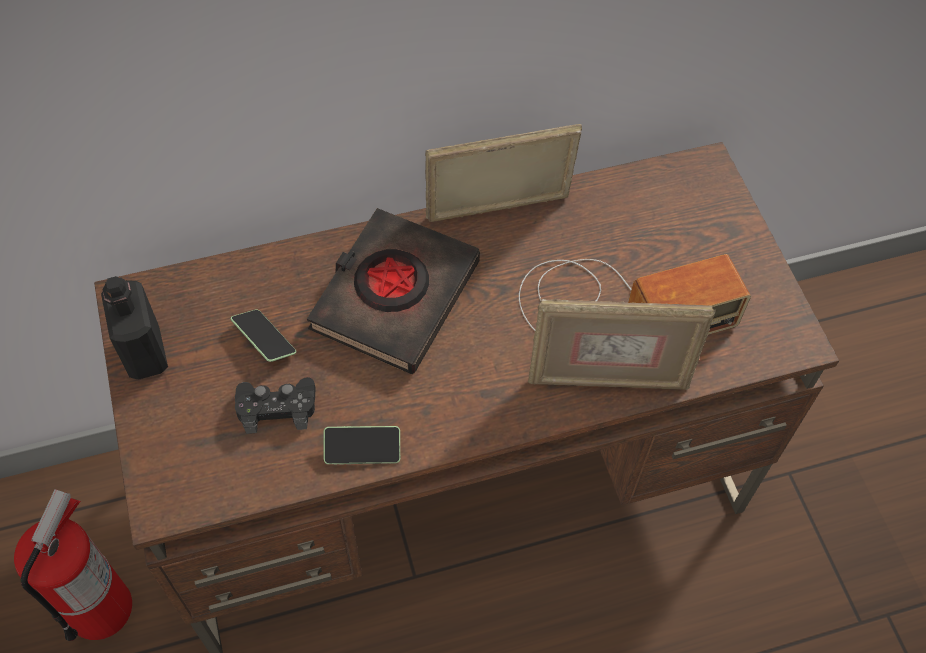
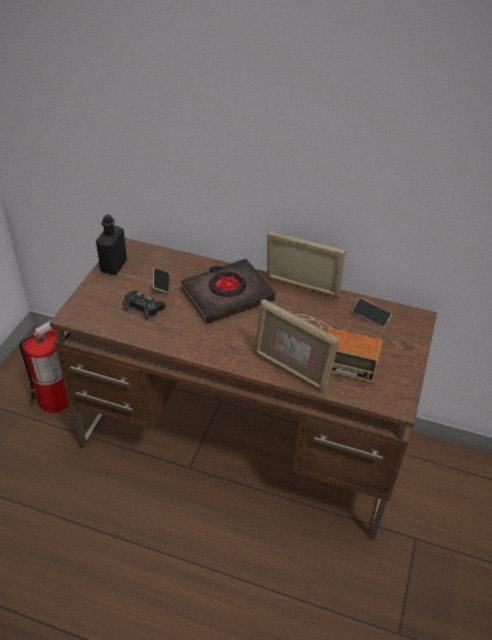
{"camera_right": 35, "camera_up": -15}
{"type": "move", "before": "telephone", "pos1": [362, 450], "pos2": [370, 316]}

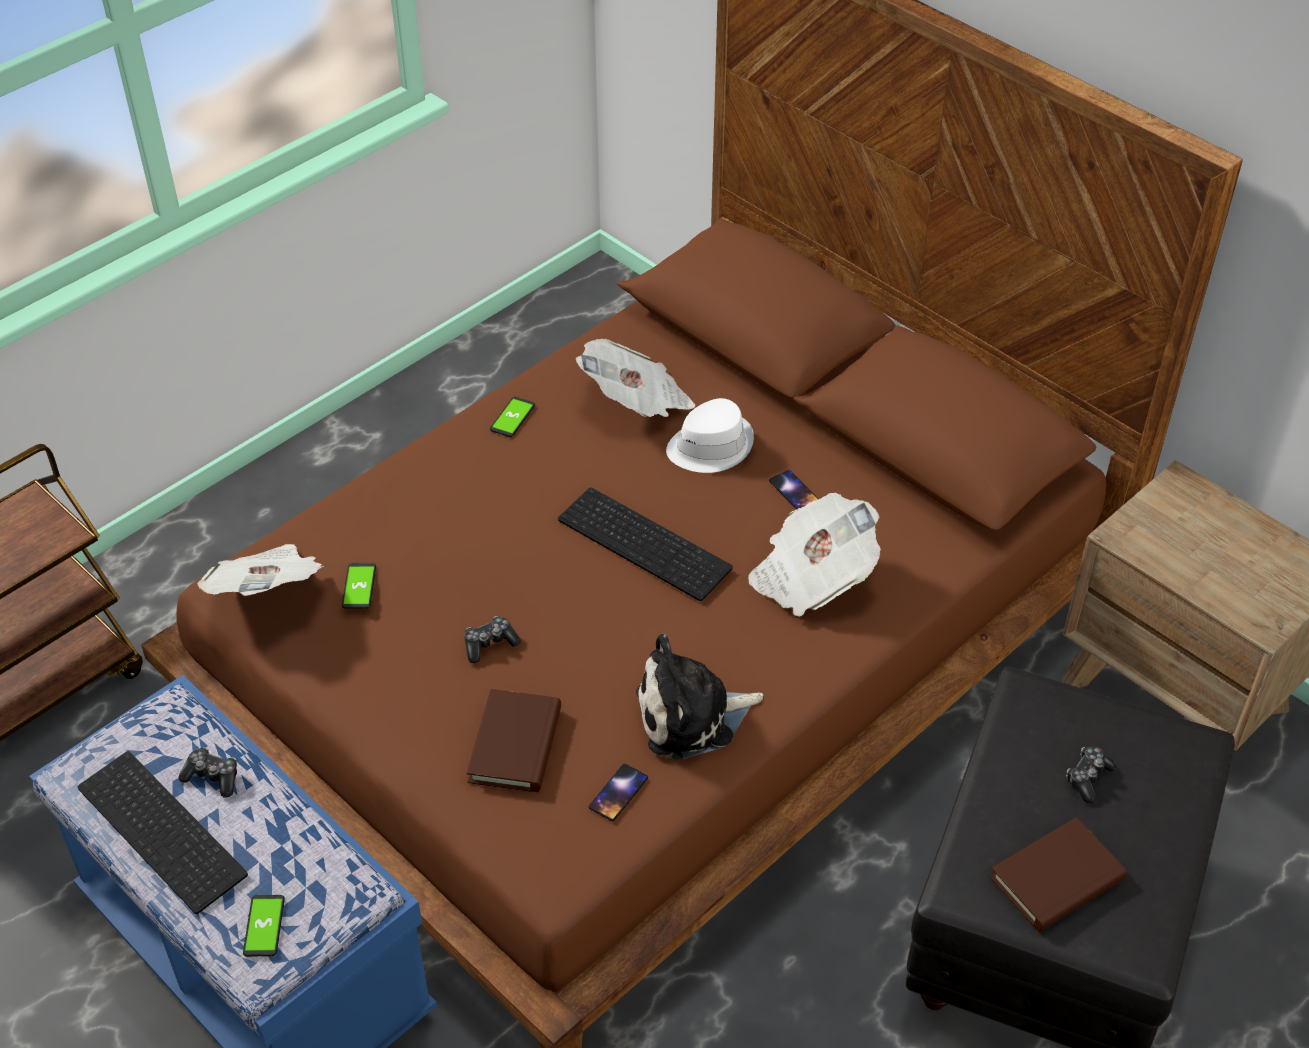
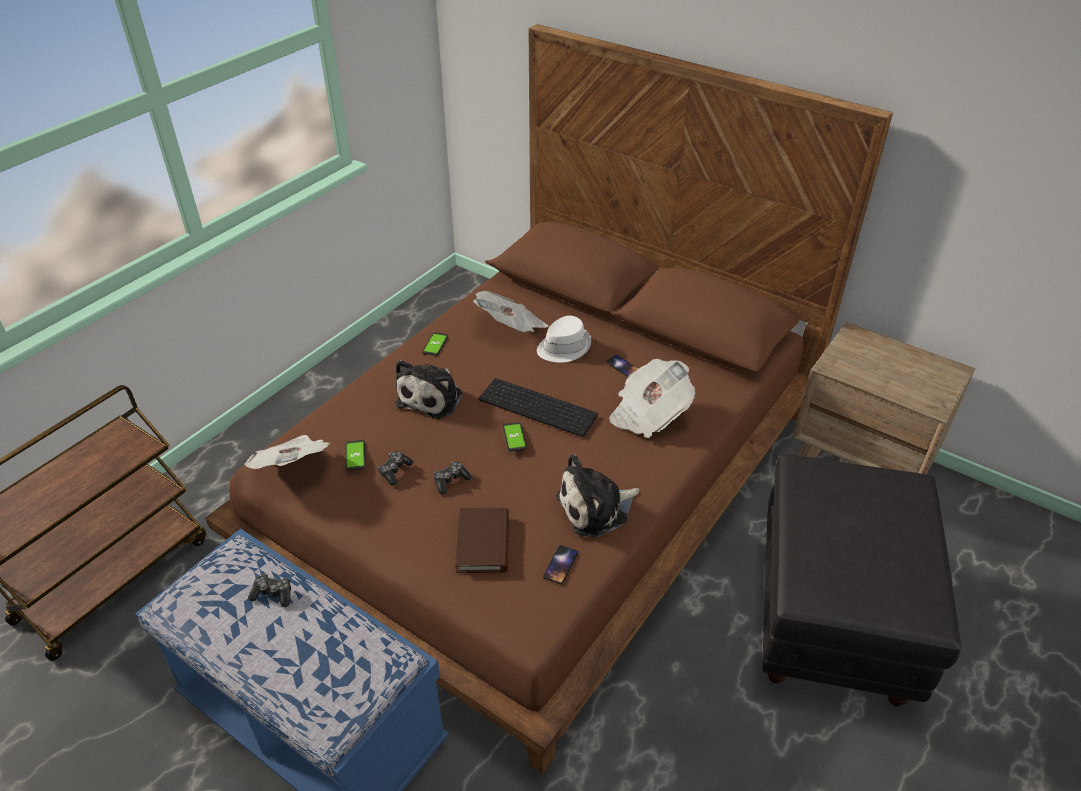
{"camera_right": -10, "camera_up": -5}
{"type": "move", "before": "joypad", "pos1": [1088, 778], "pos2": [395, 471]}
{"type": "delete", "before": "computer keyboard", "pos1": [166, 830]}
{"type": "delete", "before": "brown-coloured bound book", "pos1": [1057, 879]}
{"type": "move", "before": "telephone", "pos1": [264, 926], "pos2": [514, 437]}
{"type": "insert", "after": "soft toy", "pos2": [432, 397]}

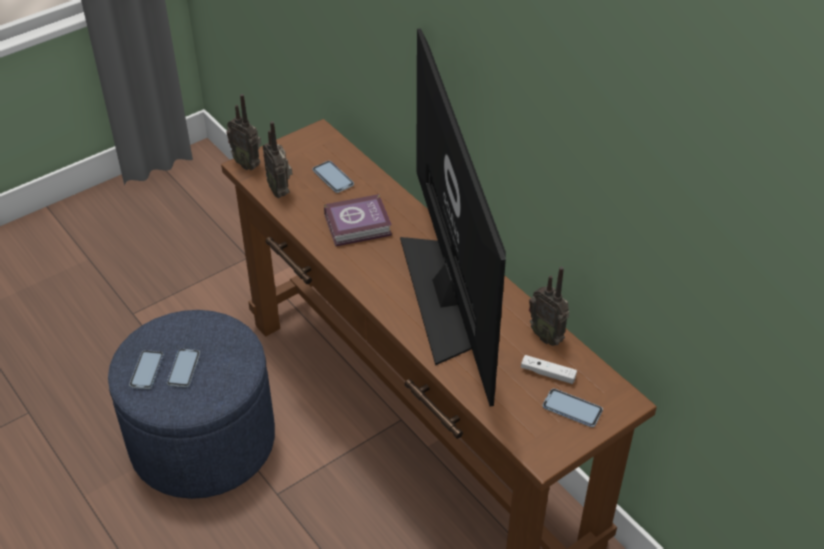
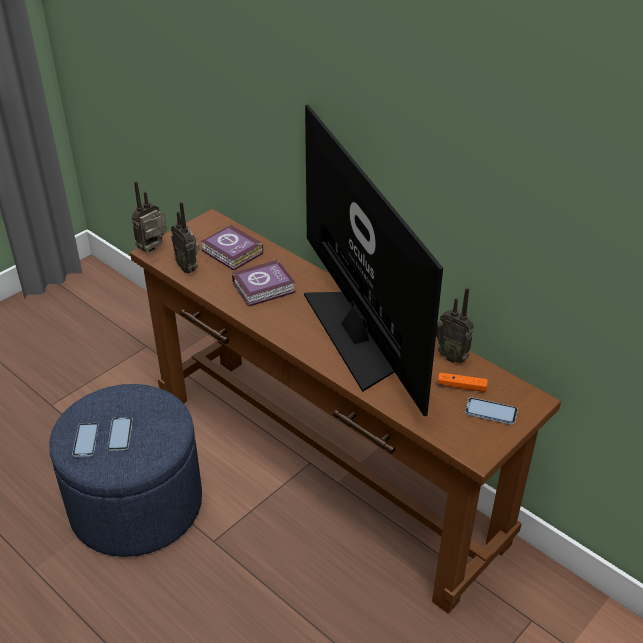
{"camera_right": -10, "camera_up": -5}
{"type": "rotate", "before": "radio", "pos1": [248, 164], "pos2": [154, 249], "turn": 105}
{"type": "replace", "before": "telephone", "after": "bound book", "pos1": [333, 178], "pos2": [232, 253]}
{"type": "recolor", "before": "white-coloured joypad", "after": "orangey joypad", "pos1": [548, 374], "pos2": [461, 386]}

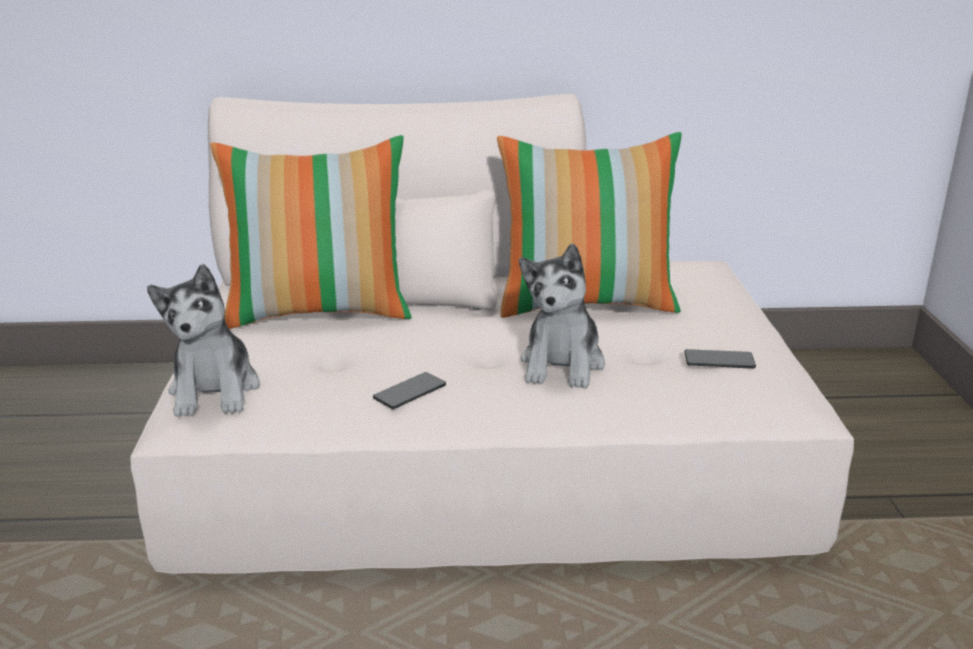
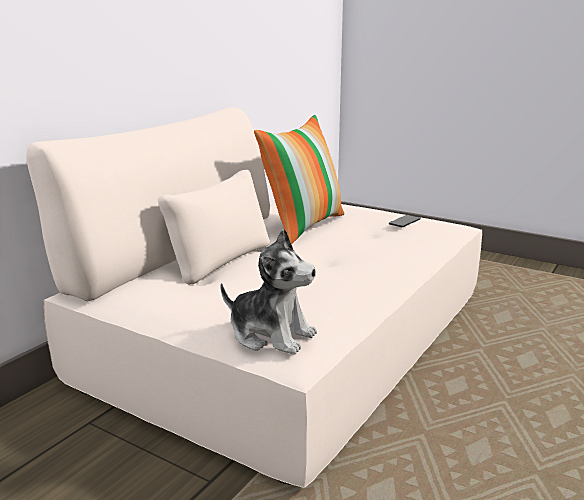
{"camera_right": -55, "camera_up": -5}
{"type": "delete", "before": "pillow", "pos1": [320, 312]}
{"type": "delete", "before": "soft toy", "pos1": [562, 364]}
{"type": "delete", "before": "telephone", "pos1": [410, 392]}

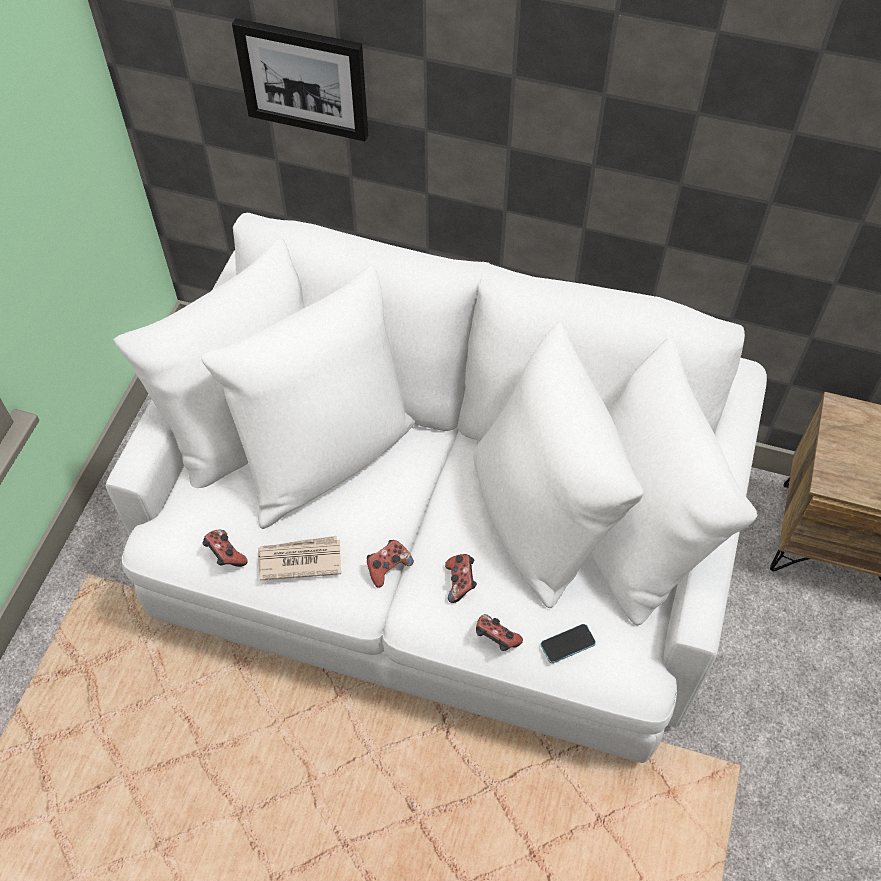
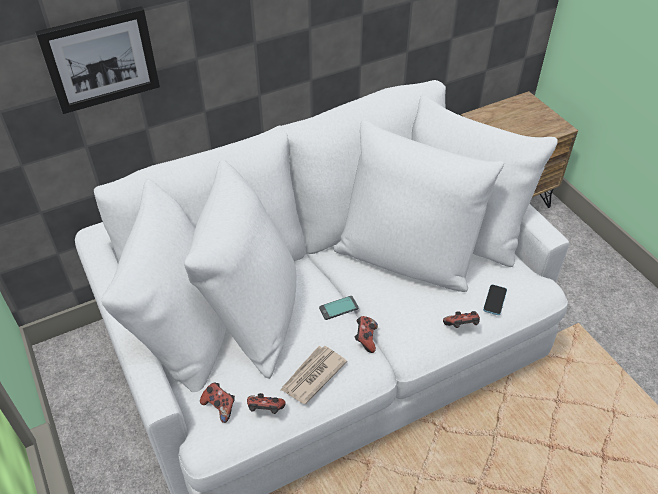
{"camera_right": -45, "camera_up": -10}
{"type": "move", "before": "joypad", "pos1": [460, 582], "pos2": [220, 406]}
{"type": "insert", "after": "telephone", "pos2": [339, 308]}

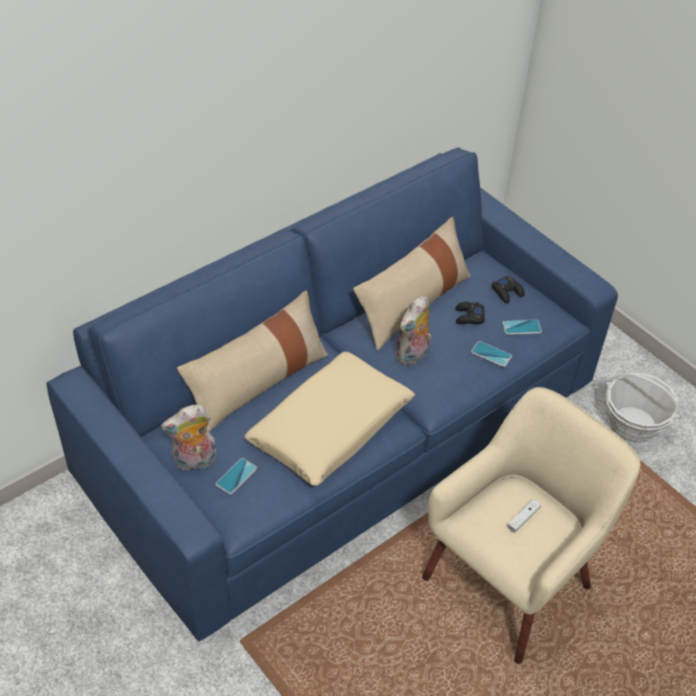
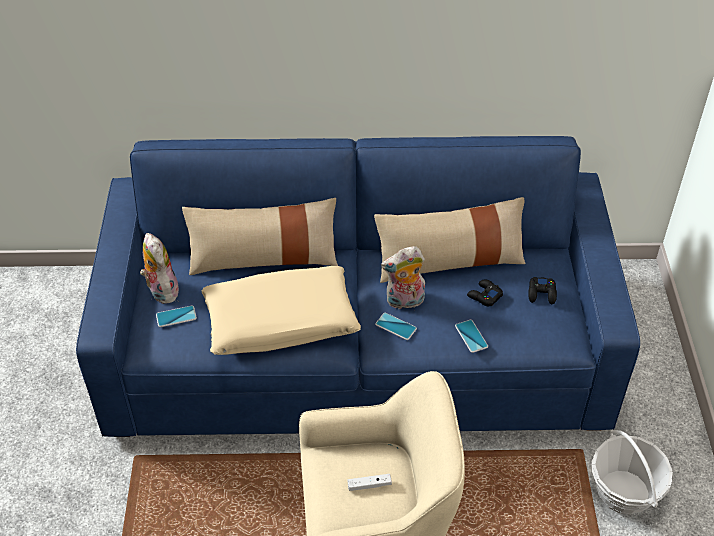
{"camera_right": 40, "camera_up": 0}
{"type": "move", "before": "telephone", "pos1": [521, 327], "pos2": [396, 326]}
{"type": "rotate", "before": "soft toy", "pos1": [194, 462], "pos2": [161, 290], "turn": 45}

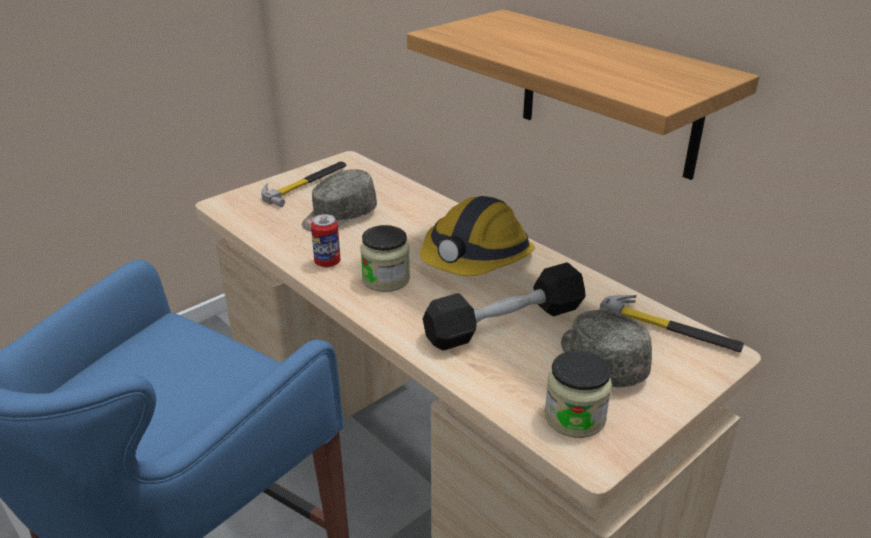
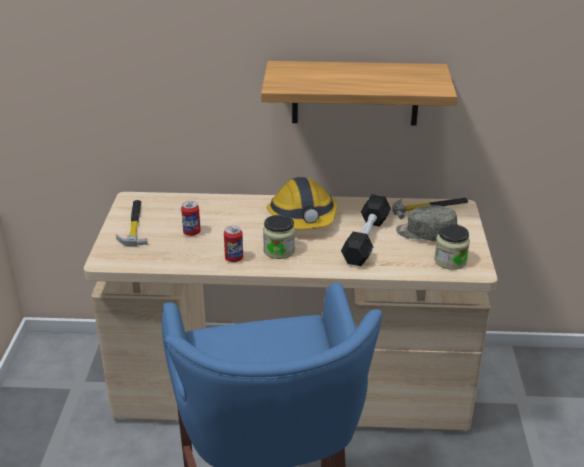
{"camera_right": -45, "camera_up": 0}
{"type": "replace", "before": "greyish cap", "after": "metal can", "pos1": [339, 216], "pos2": [192, 232]}

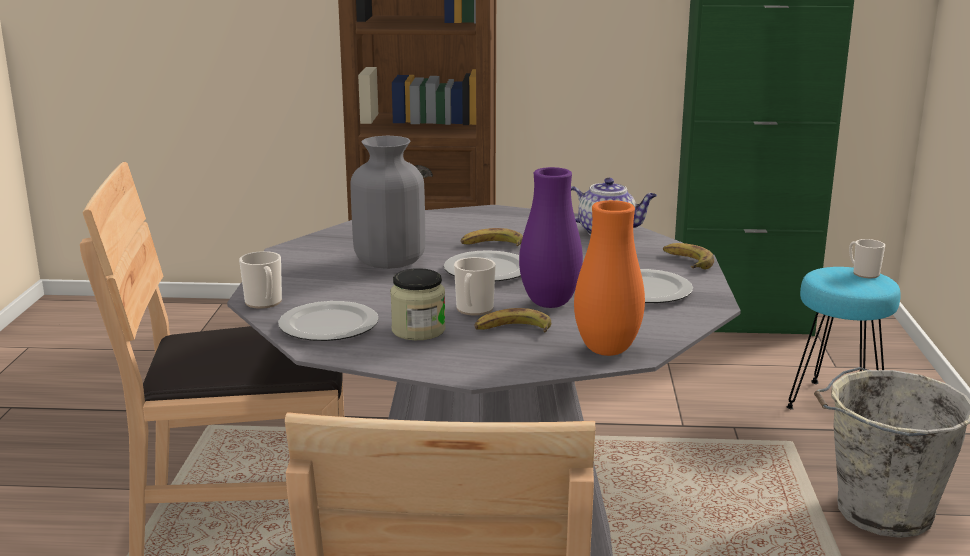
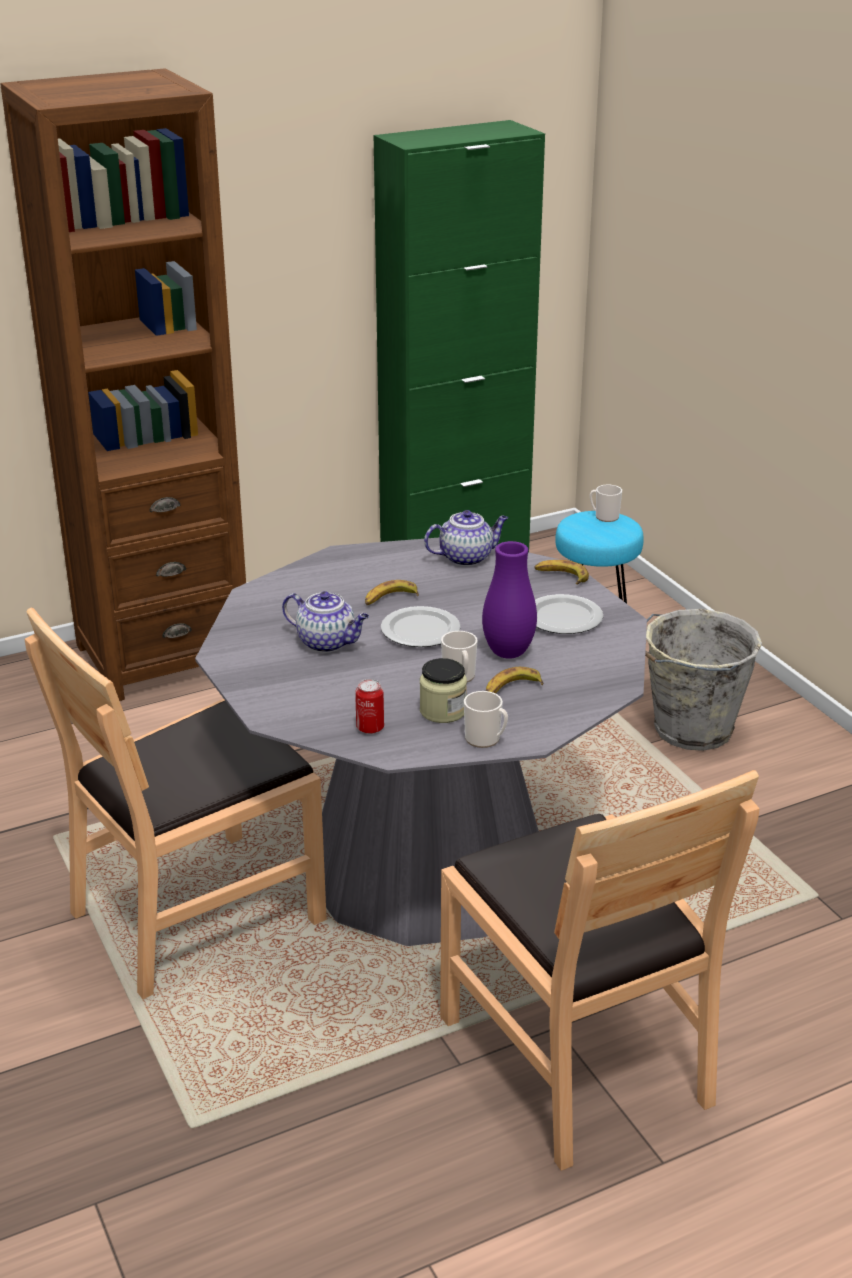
{"camera_right": -30, "camera_up": 10}
{"type": "replace", "before": "greyish vase", "after": "tea pot", "pos1": [389, 261], "pos2": [328, 643]}
{"type": "delete", "before": "orangey vase", "pos1": [607, 350]}
{"type": "move", "before": "coffee mug", "pos1": [264, 303], "pos2": [486, 739]}
{"type": "replace", "before": "plate", "after": "metal can", "pos1": [330, 326], "pos2": [370, 728]}

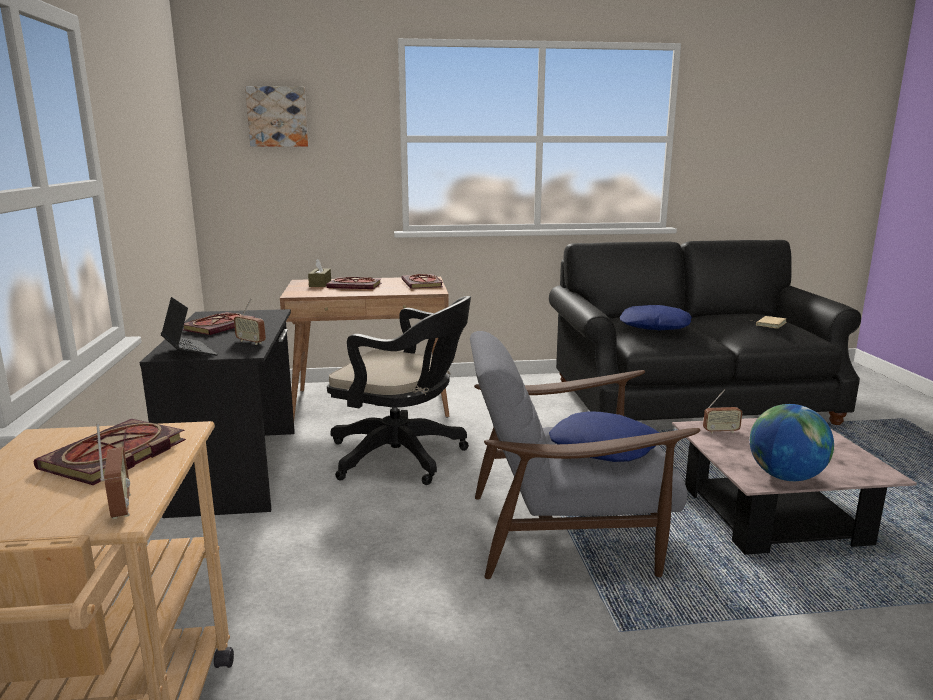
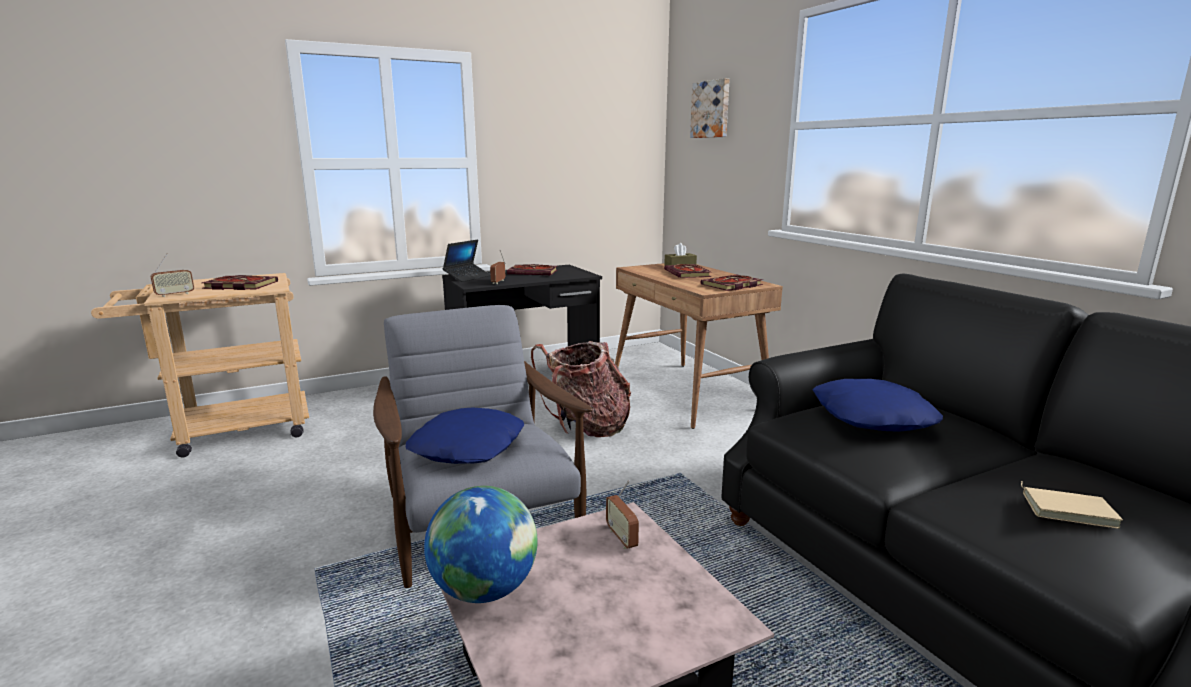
{"camera_right": 70, "camera_up": 0}
{"type": "replace", "before": "blackish desk chair", "after": "rucksack", "pos1": [403, 457], "pos2": [586, 427]}

